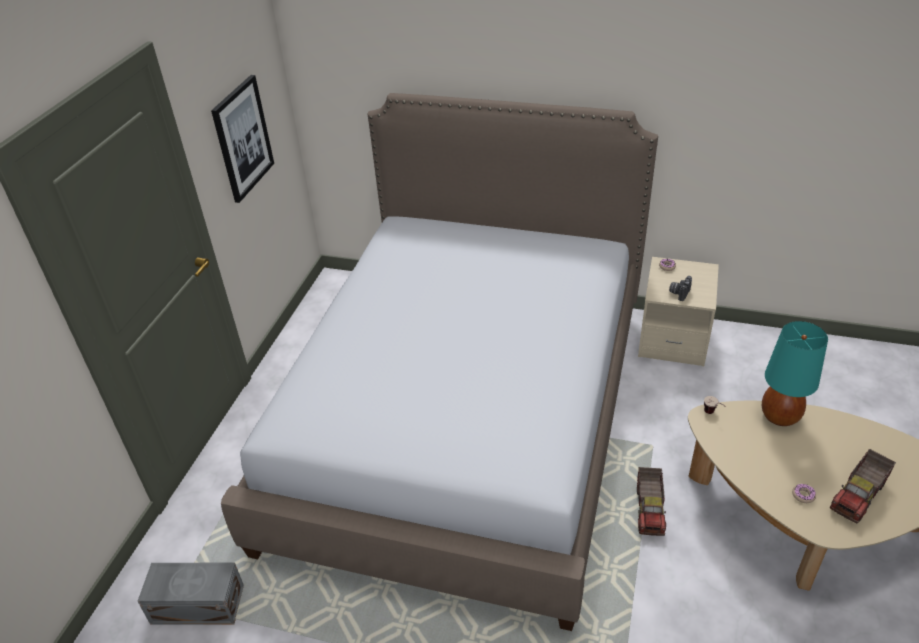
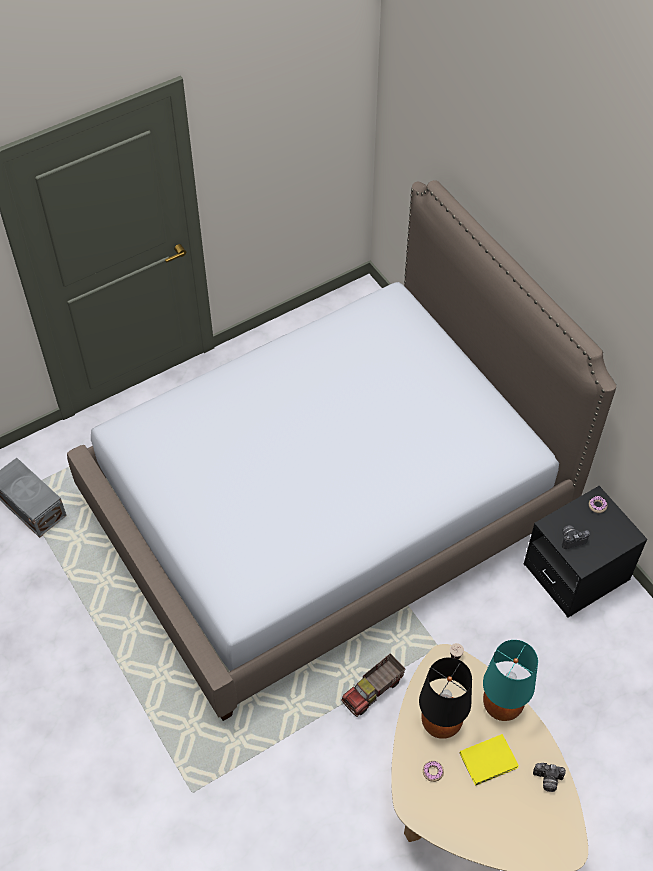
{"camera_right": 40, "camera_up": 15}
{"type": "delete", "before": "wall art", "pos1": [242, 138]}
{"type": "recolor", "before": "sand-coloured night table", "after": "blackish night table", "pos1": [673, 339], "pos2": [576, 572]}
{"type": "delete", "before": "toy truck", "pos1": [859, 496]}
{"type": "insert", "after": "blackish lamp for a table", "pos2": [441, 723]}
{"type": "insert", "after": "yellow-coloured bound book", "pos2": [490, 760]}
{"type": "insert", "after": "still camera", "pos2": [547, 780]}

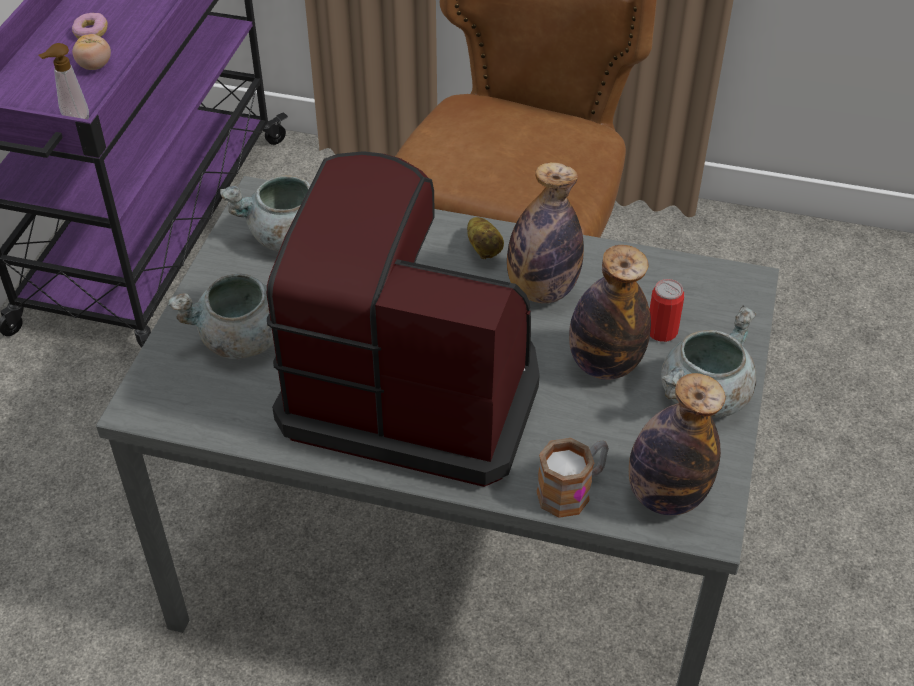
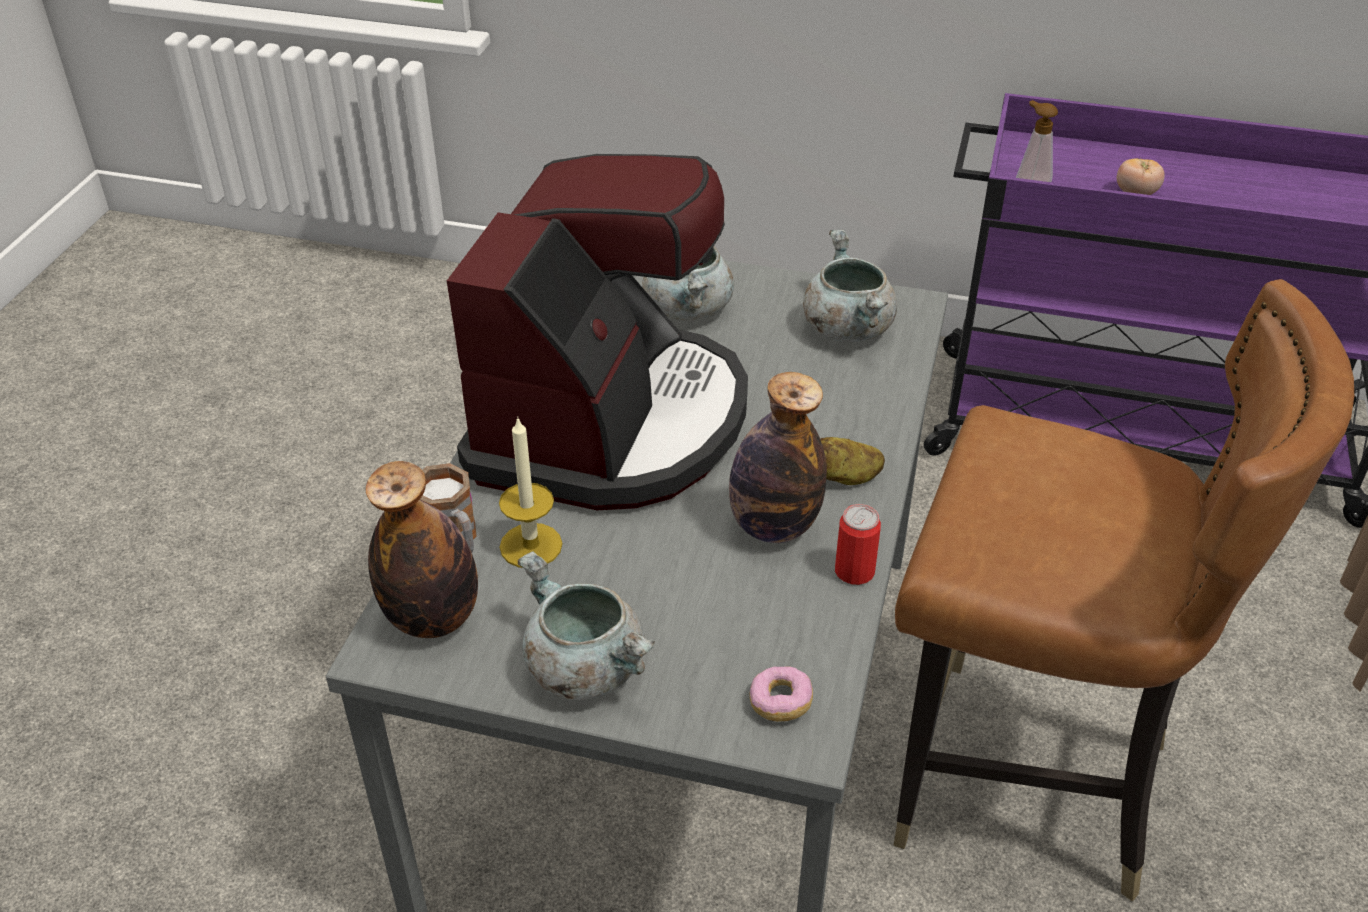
{"camera_right": 90, "camera_up": -5}
{"type": "move", "before": "ring doughnut", "pos1": [91, 33], "pos2": [780, 703]}
{"type": "delete", "before": "beverage bottle", "pos1": [604, 364]}
{"type": "move", "before": "metal can", "pos1": [661, 331], "pos2": [854, 571]}
{"type": "insert", "after": "candle", "pos2": [531, 545]}

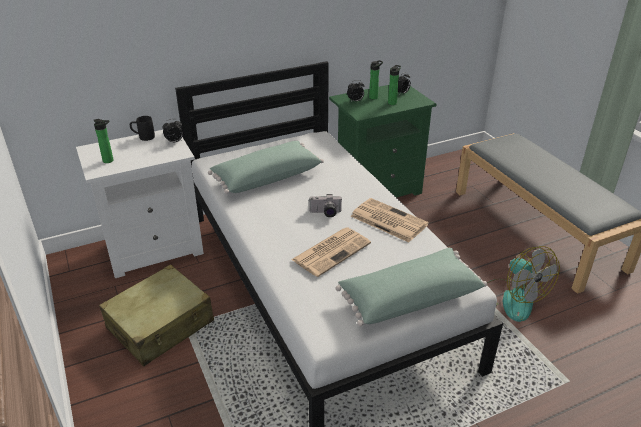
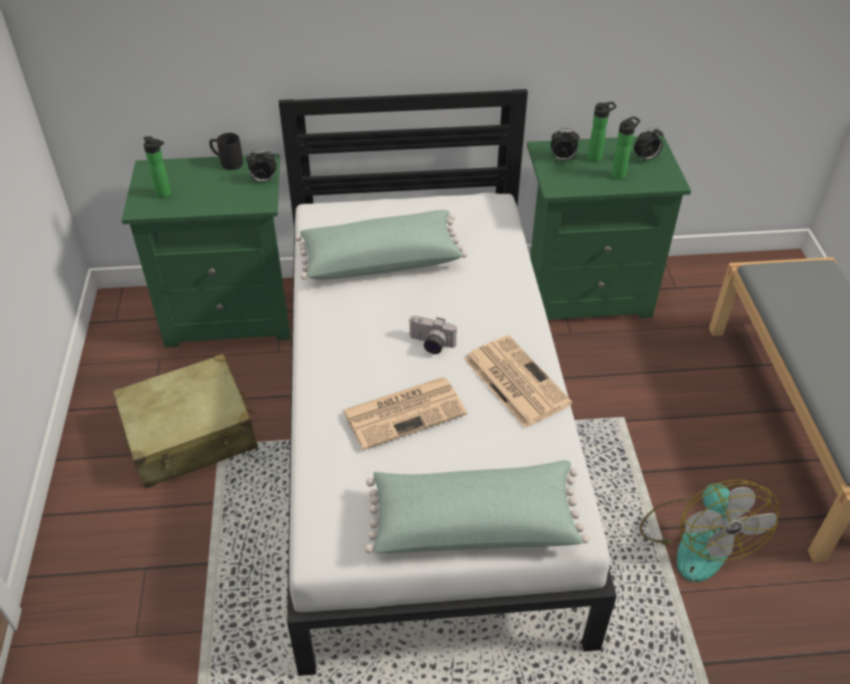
{"camera_right": 20, "camera_up": 10}
{"type": "recolor", "before": "white-coloured night table", "after": "green-coloured night table", "pos1": [154, 248], "pos2": [231, 314]}

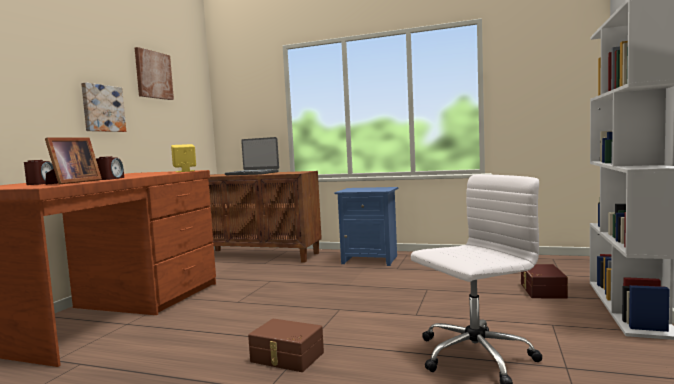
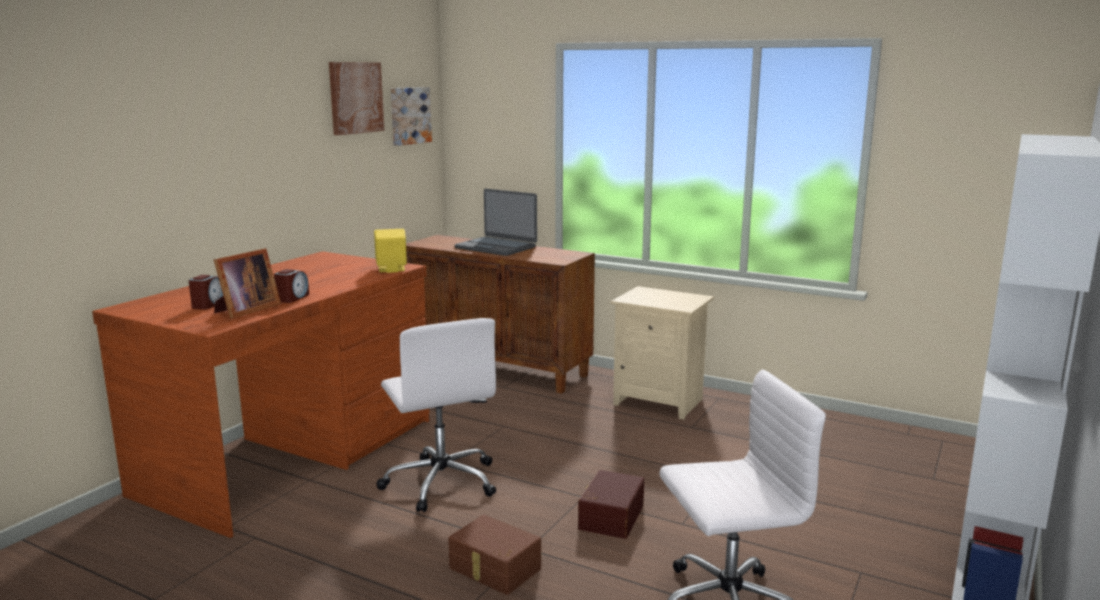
{"camera_right": 10, "camera_up": 10}
{"type": "move", "before": "wall art", "pos1": [102, 108], "pos2": [409, 115]}
{"type": "recolor", "before": "blue night table", "after": "sand-coloured night table", "pos1": [370, 259], "pos2": [659, 401]}
{"type": "move", "before": "brown-coloured storage box", "pos1": [541, 290], "pos2": [609, 516]}
{"type": "insert", "after": "white-coloured desk chair", "pos2": [441, 482]}

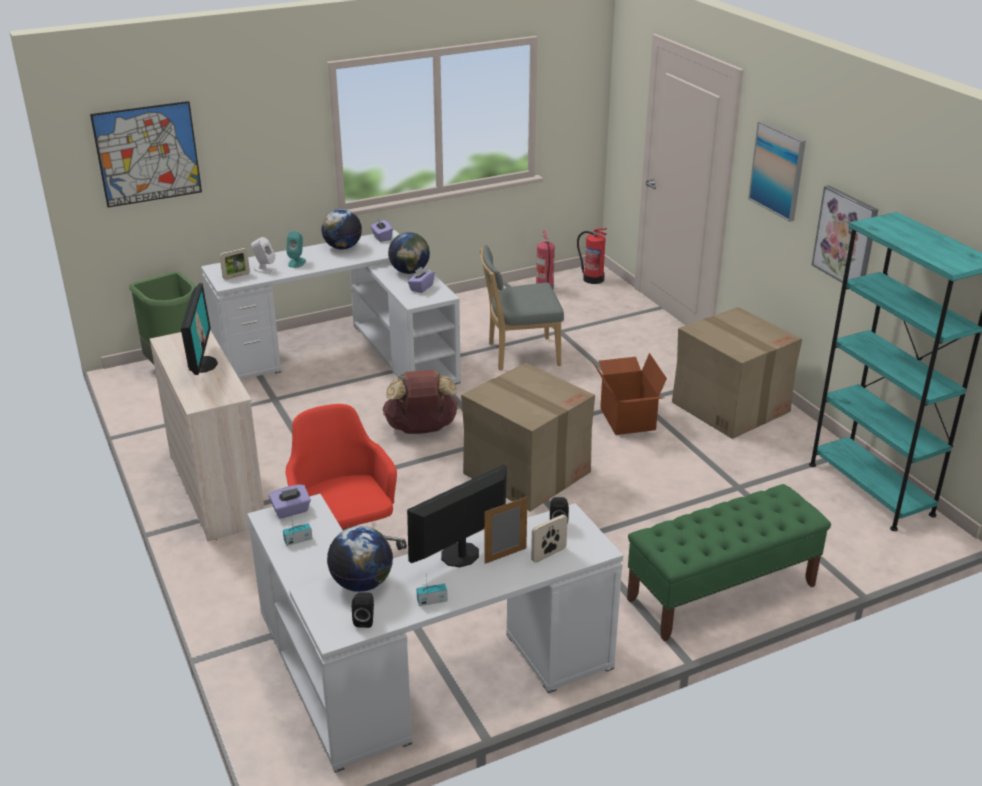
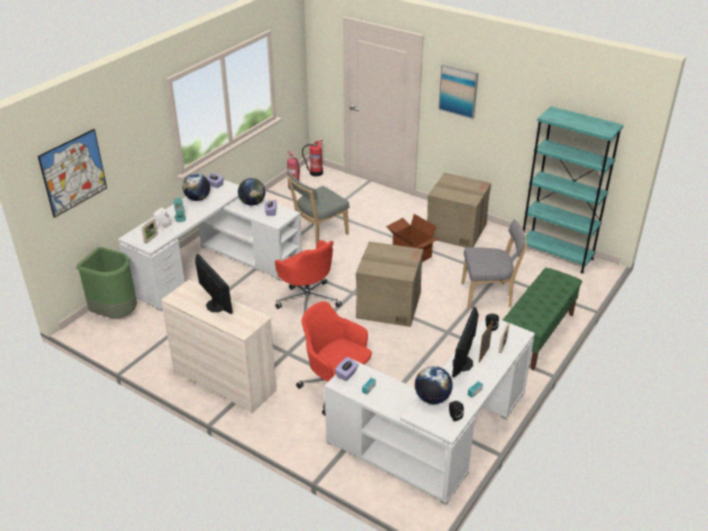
{"camera_right": -30, "camera_up": 5}
{"type": "delete", "before": "wall art", "pos1": [845, 238]}
{"type": "replace", "before": "brown-coloured rucksack", "after": "reddish desk chair", "pos1": [421, 430], "pos2": [307, 300]}
{"type": "insert", "after": "greyish chair", "pos2": [489, 295]}

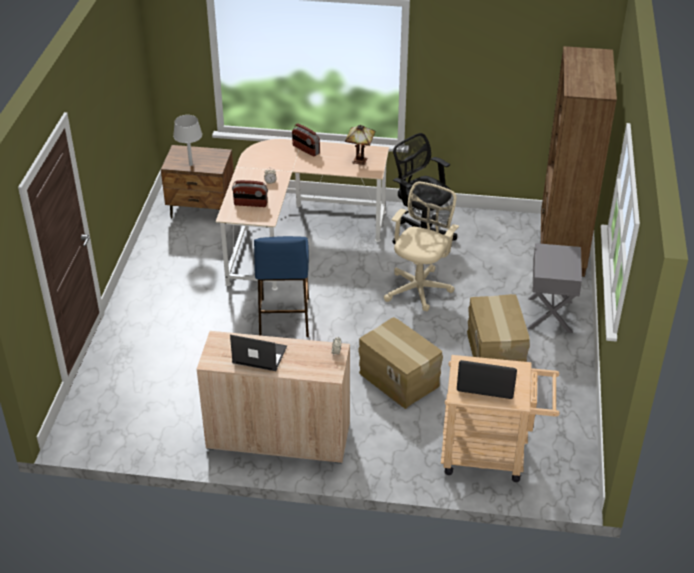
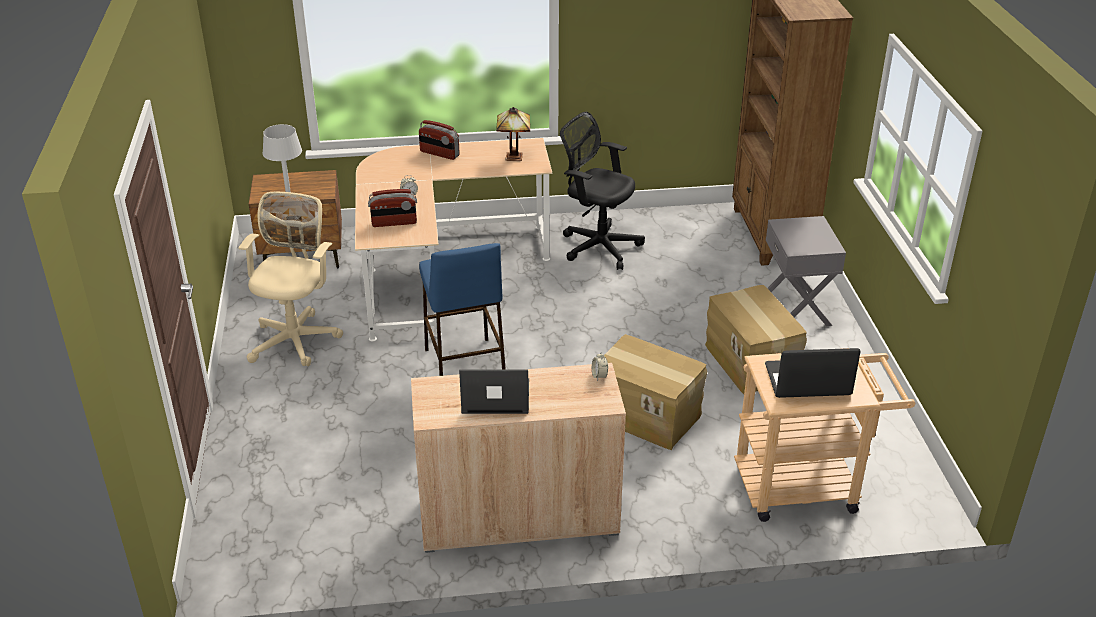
{"camera_right": -15, "camera_up": -5}
{"type": "move", "before": "sand-coloured desk chair", "pos1": [419, 287], "pos2": [296, 338]}

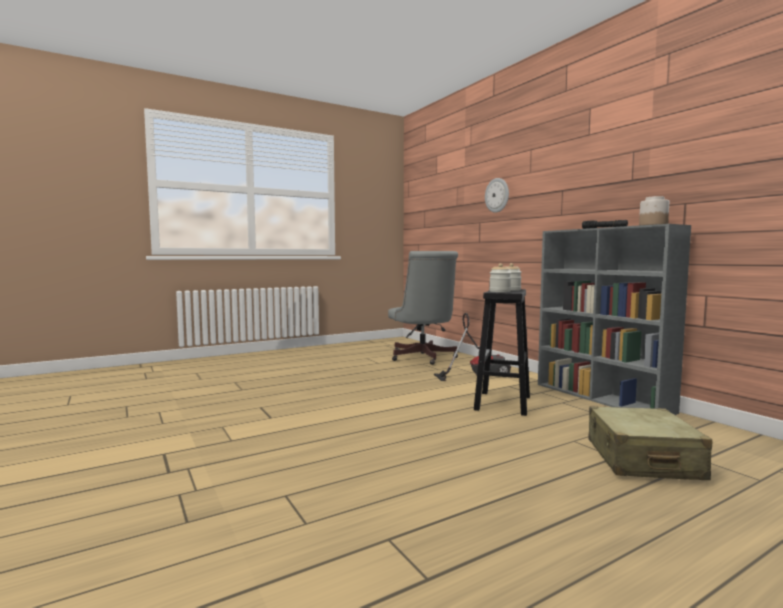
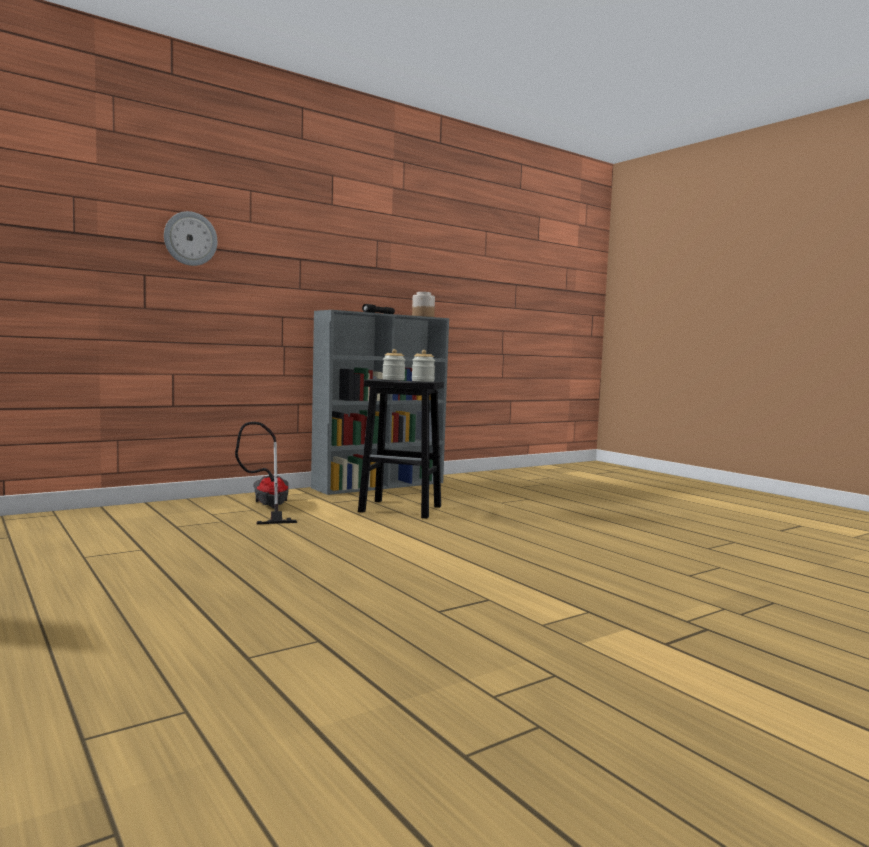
{"camera_right": -95, "camera_up": 0}
{"type": "delete", "before": "greyish desk chair", "pos1": [423, 358]}
{"type": "delete", "before": "sand-coloured piece of luggage", "pos1": [642, 459]}

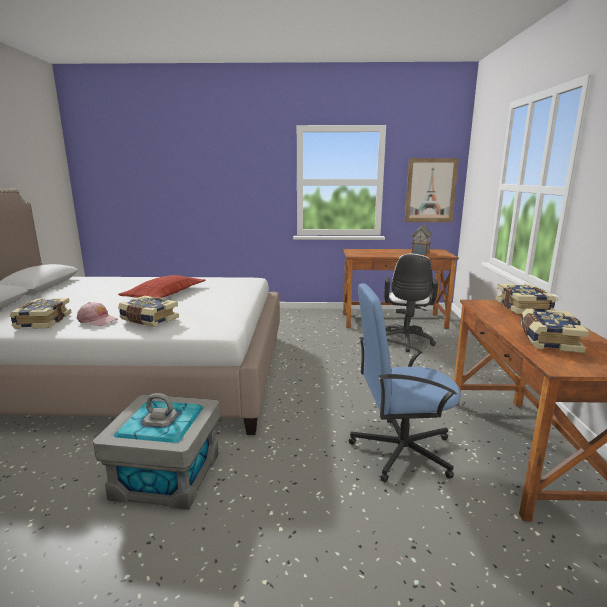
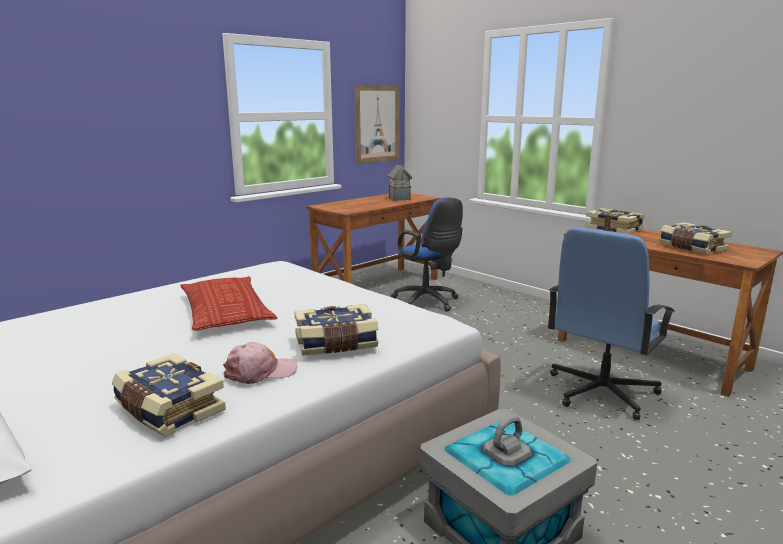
{"camera_right": -45, "camera_up": 0}
{"type": "recolor", "before": "white-coloured desk chair", "after": "blue desk chair", "pos1": [405, 342], "pos2": [428, 302]}

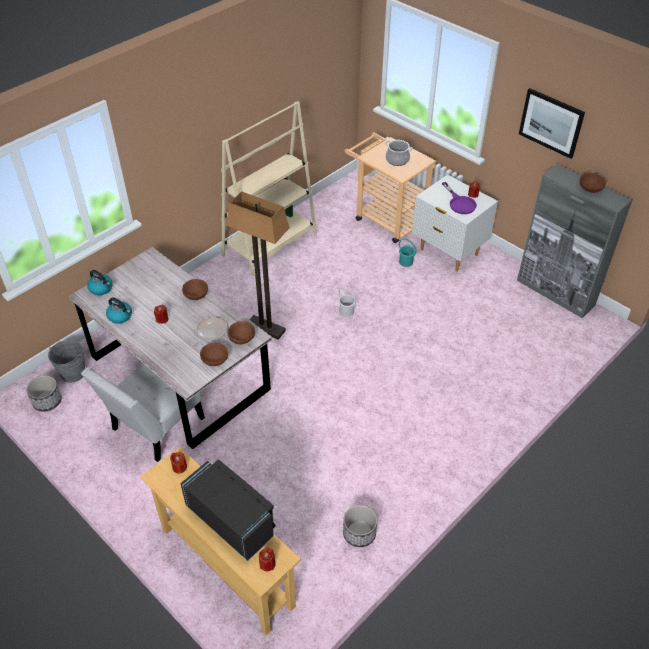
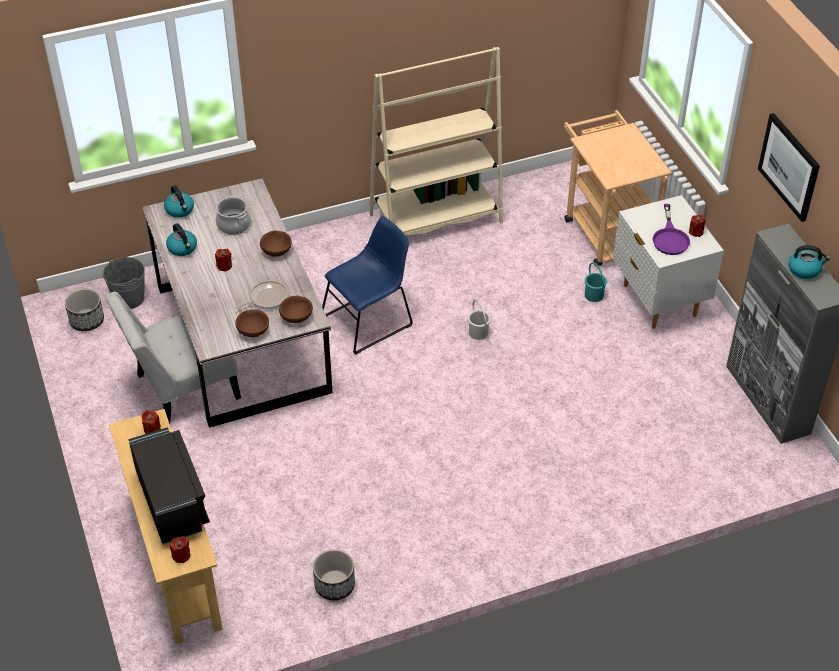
{"camera_right": 25, "camera_up": 0}
{"type": "move", "before": "saucepot", "pos1": [397, 160], "pos2": [233, 225]}
{"type": "replace", "before": "brown-coloured bowl", "after": "tea kettle", "pos1": [590, 189], "pos2": [805, 269]}
{"type": "replace", "before": "floor lamp", "after": "blue chair", "pos1": [266, 328], "pos2": [370, 320]}

